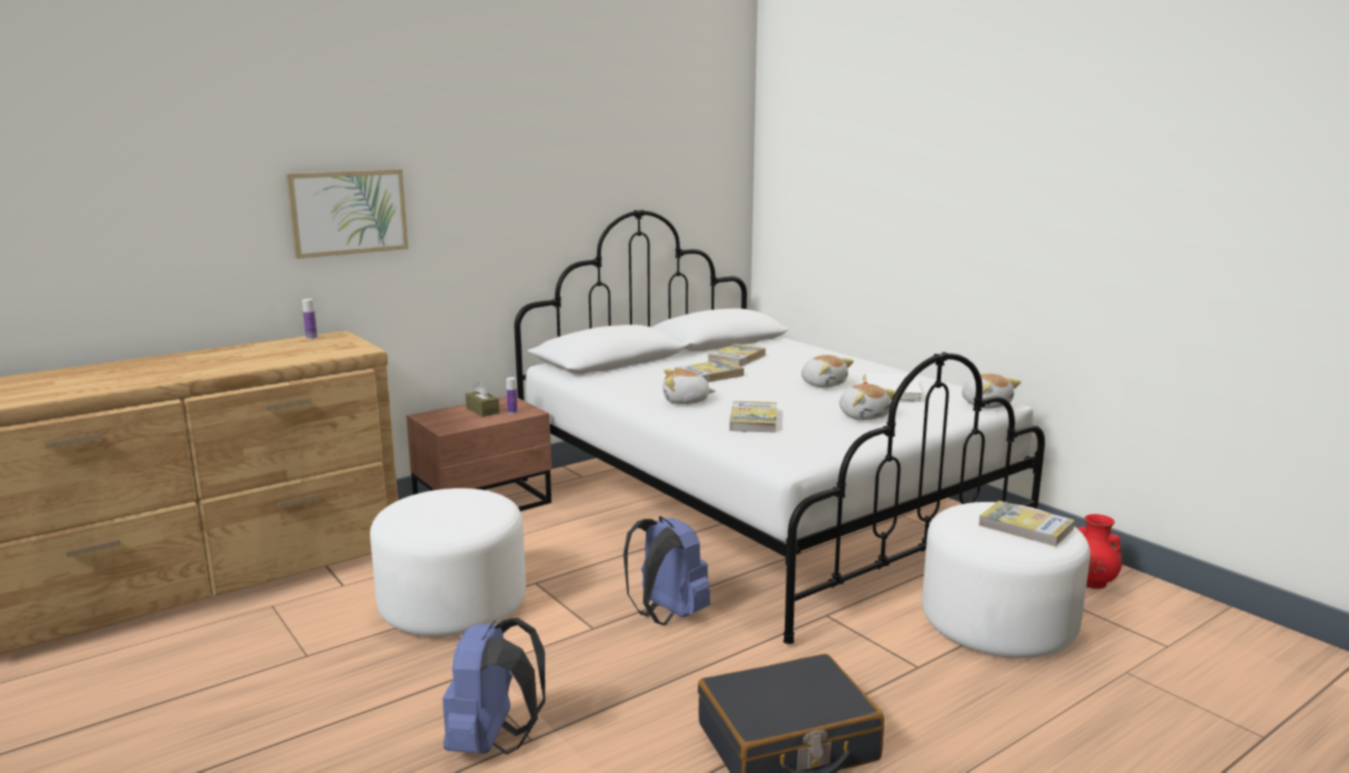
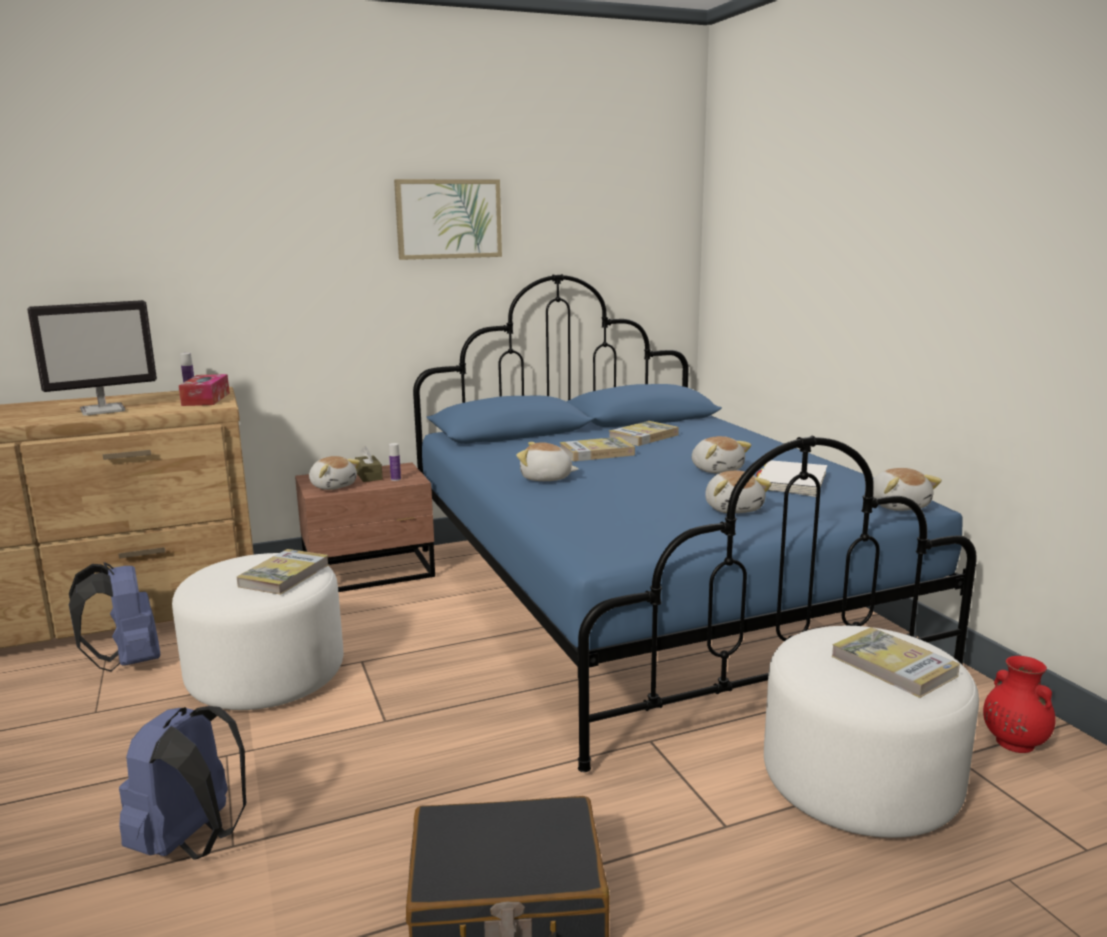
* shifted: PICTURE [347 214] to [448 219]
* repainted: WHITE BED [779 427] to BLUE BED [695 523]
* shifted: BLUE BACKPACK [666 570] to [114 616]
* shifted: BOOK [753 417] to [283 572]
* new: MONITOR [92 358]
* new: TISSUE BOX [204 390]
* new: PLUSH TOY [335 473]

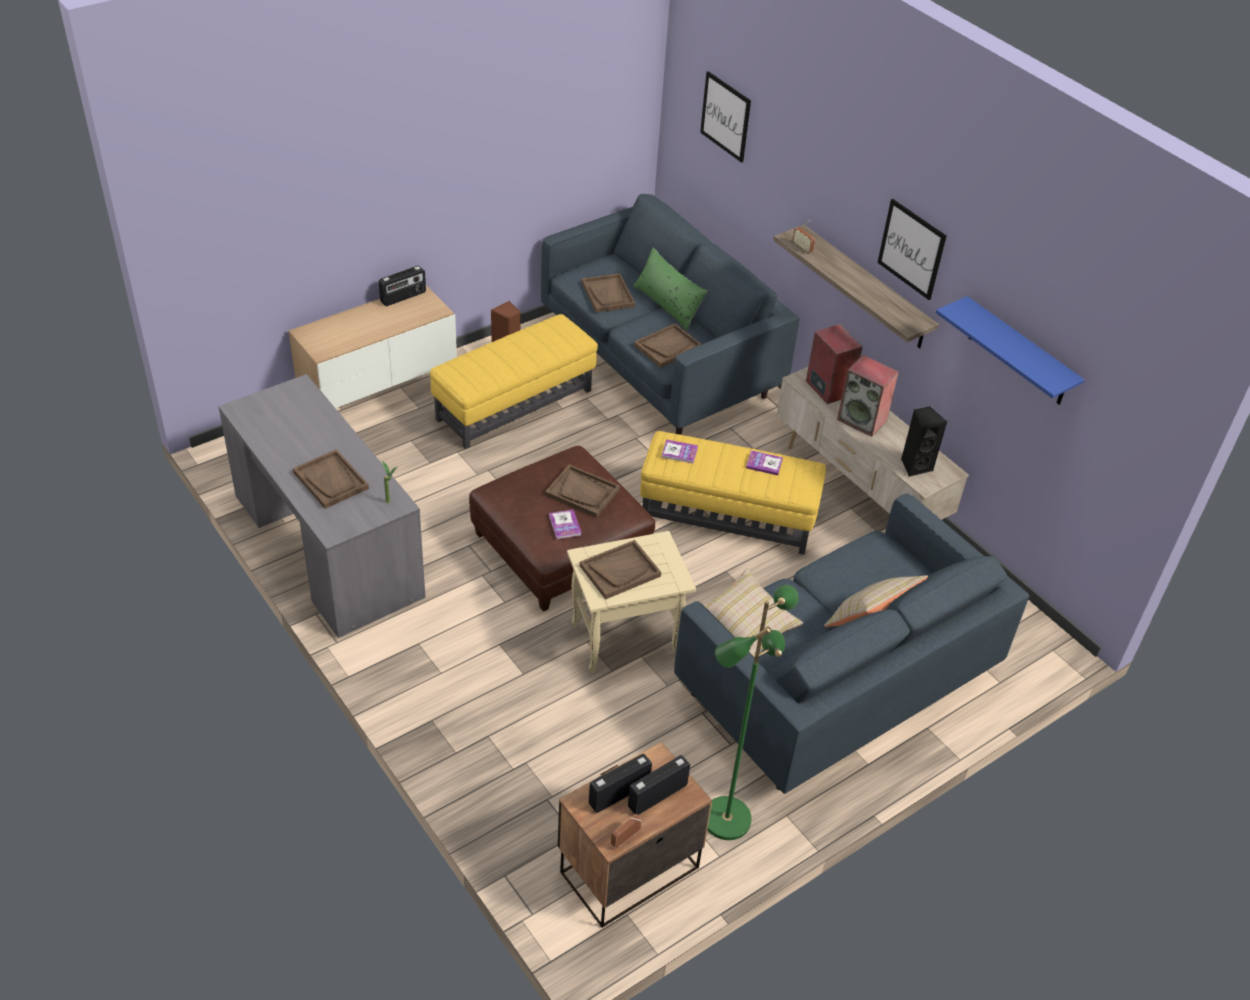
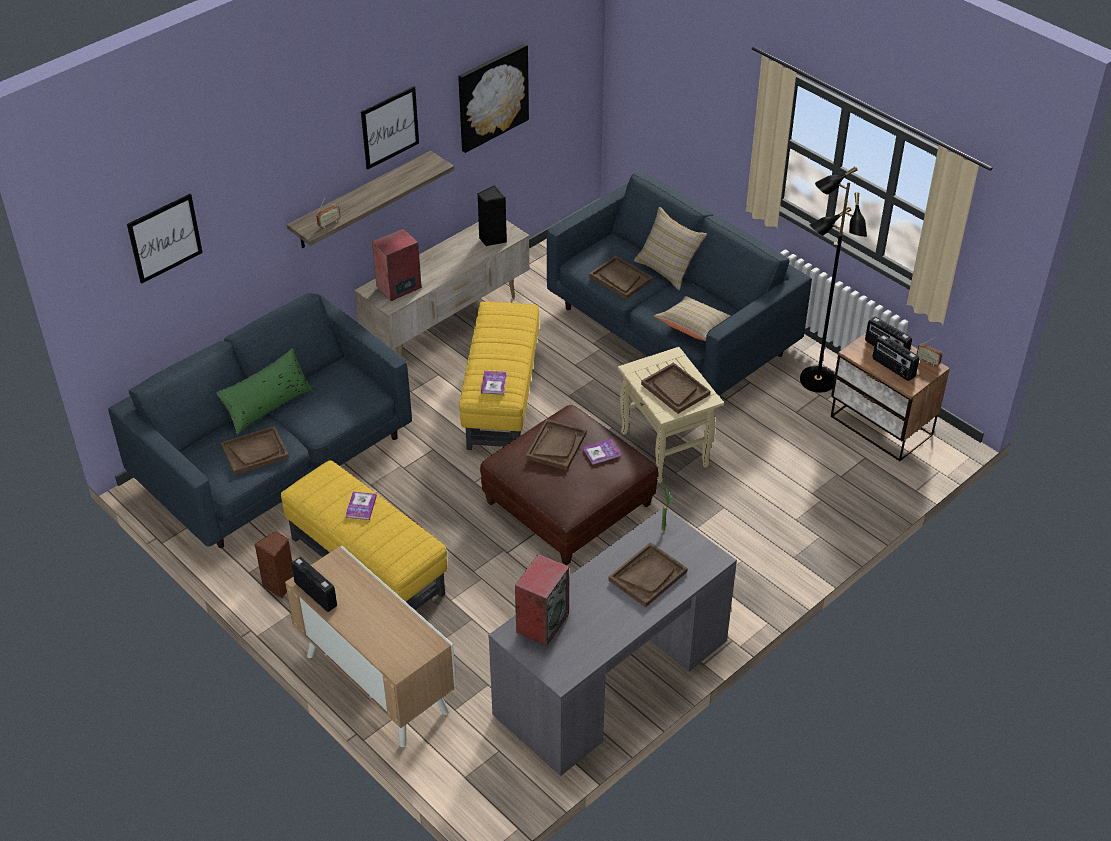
* shifted: BROWN TRAY [668 346] to [621 277]
* repainted: GREEN FLOOR LAMP [753 712] to BLACK FLOOR LAMP [833 279]
* shifted: BOOK [764 462] to [361 506]
* shifted: SPEAKER [868 396] to [542 600]
* swapped: BLUE SHELF [1010 350] to PICTURE [493 98]

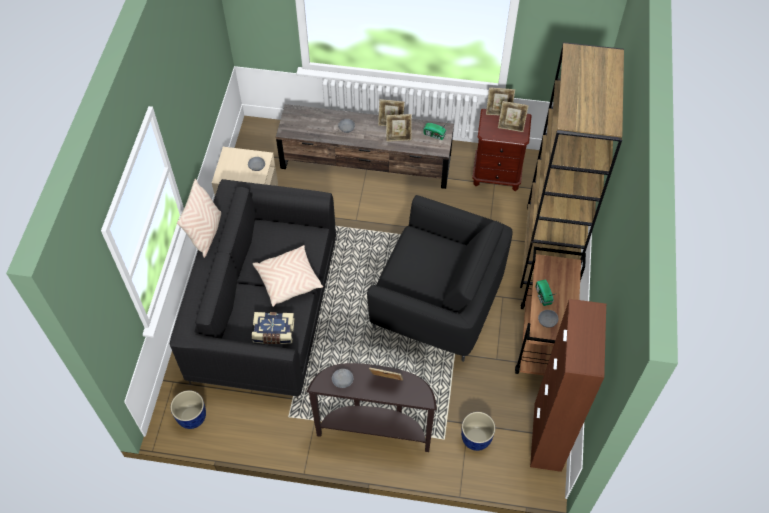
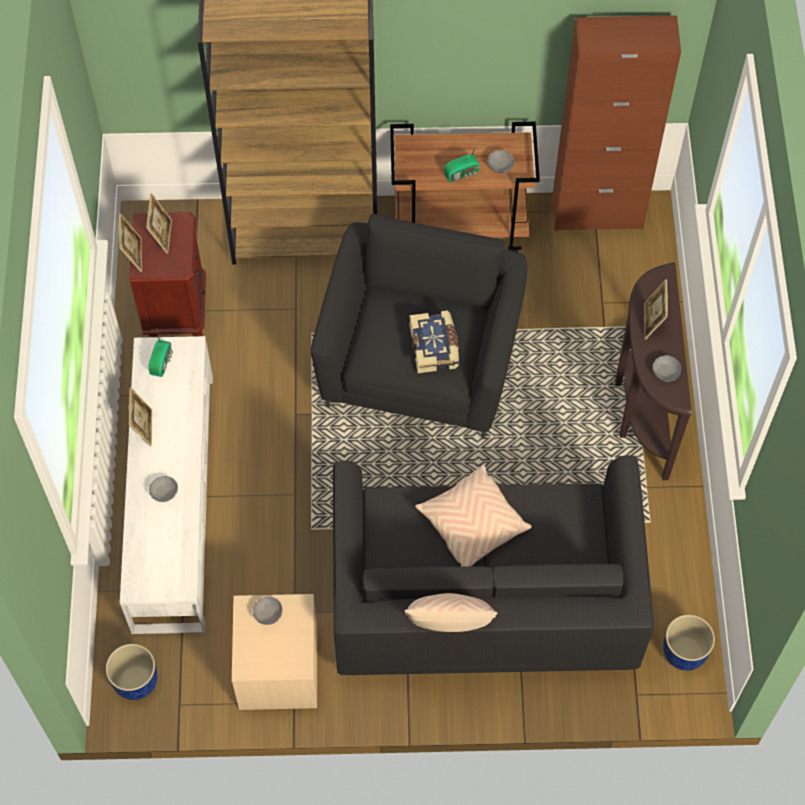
* shifted: BOOK [273 328] to [434 342]
* repainted: BROWN TV STAND [365 146] to WHITE TV STAND [166 485]
* gone: PICTURE FRAME [399 128]
* shifted: BLUE PLANTER [478 431] to [131 672]

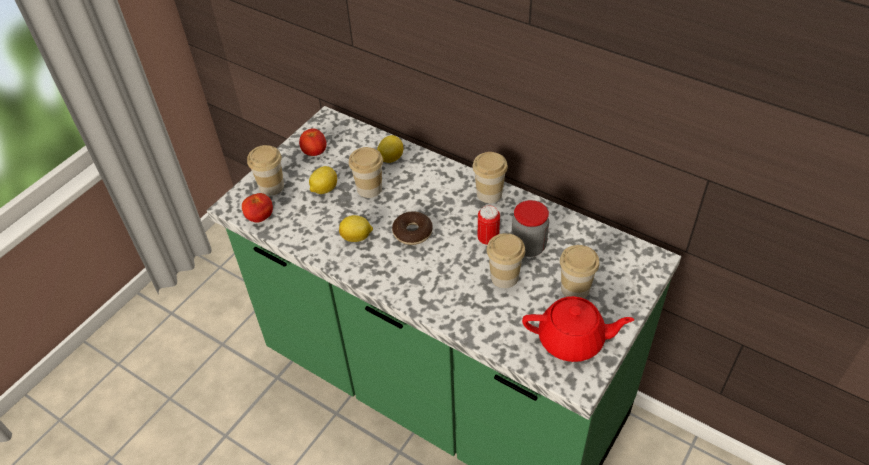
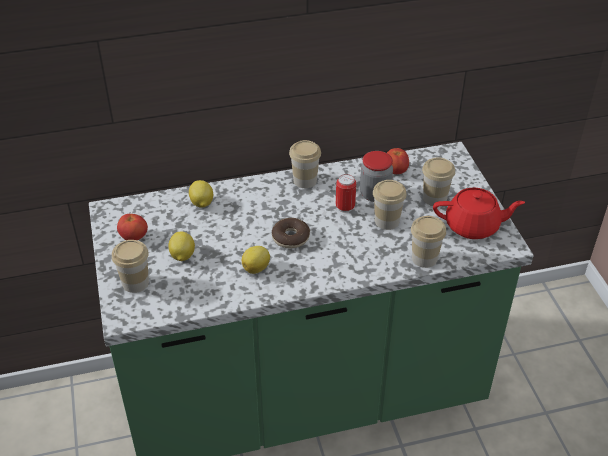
* shifted: TOMATO [257 207] to [398 161]
* shifted: CUP [366 172] to [428 242]
* rotated: RED TEAPOT [578 329] = [479 213] 45 degrees clockwise

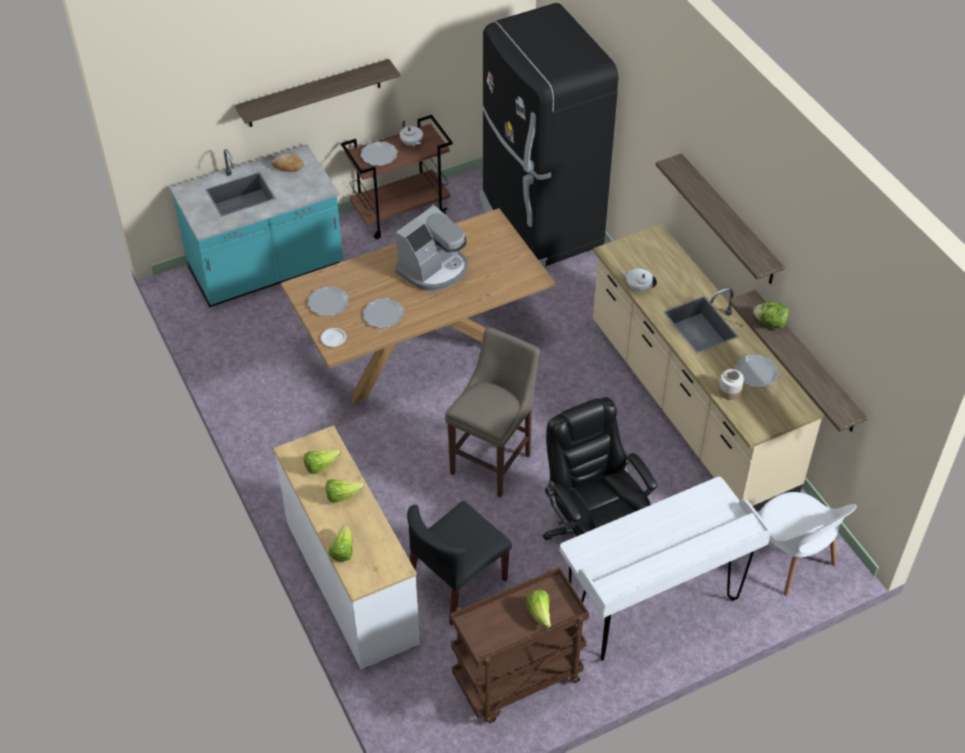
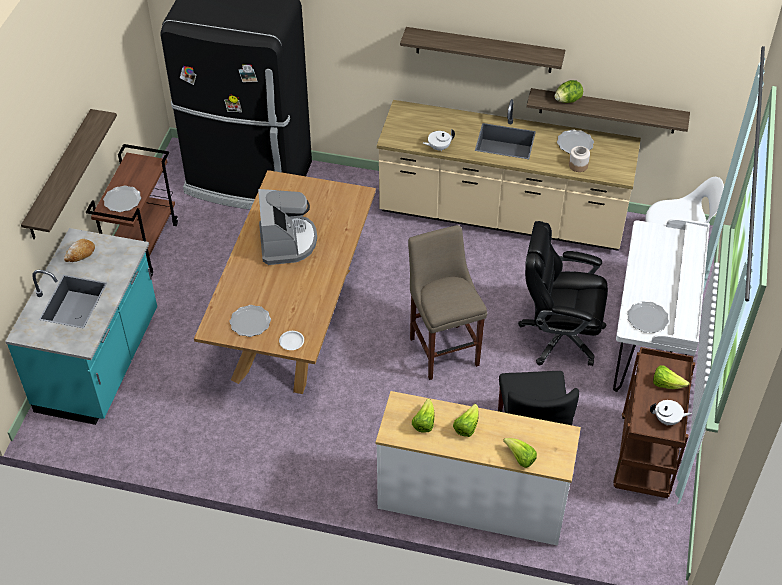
* shifted: PLATE [383 313] to [648 317]
* shifted: WHITE TEAPOT [411 133] to [671 413]

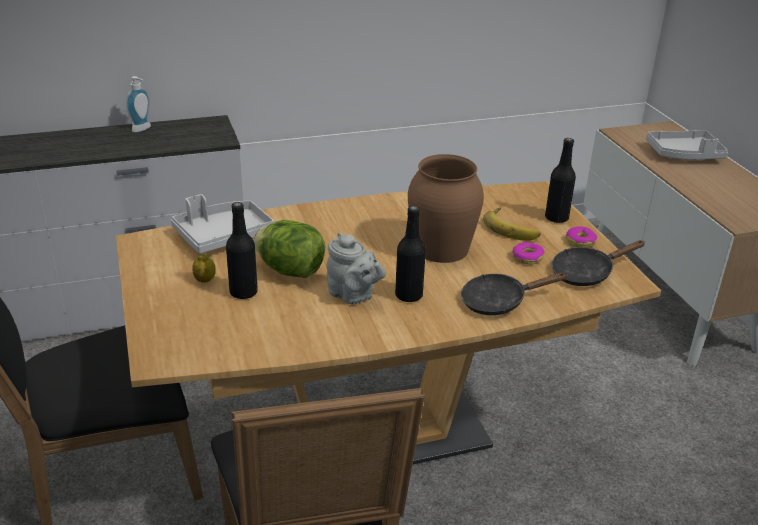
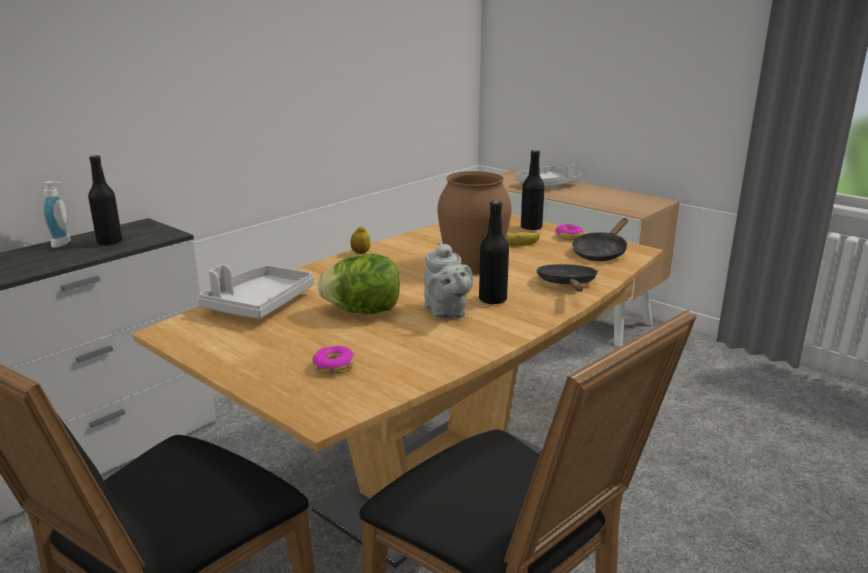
* shifted: LEMON [204 268] to [360 240]
* shifted: BLACK BOTTLE [242 250] to [105 200]
* rotated: GREY TEAPOT [356 268] = [448 280] 60 degrees clockwise
* rotated: BLACK FRYING PAN [514 294] = [567 277] 135 degrees clockwise
* shifted: DONUT [528 253] to [333 360]

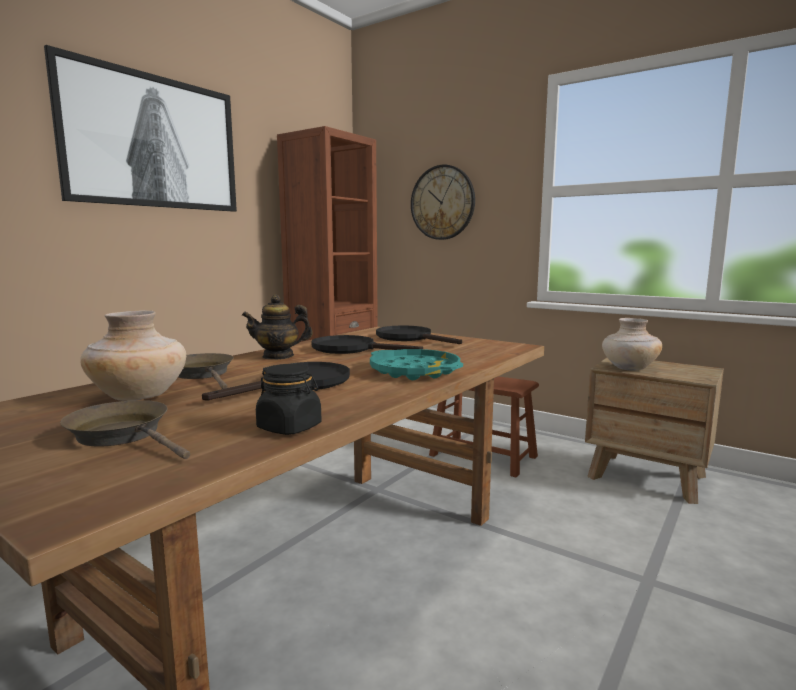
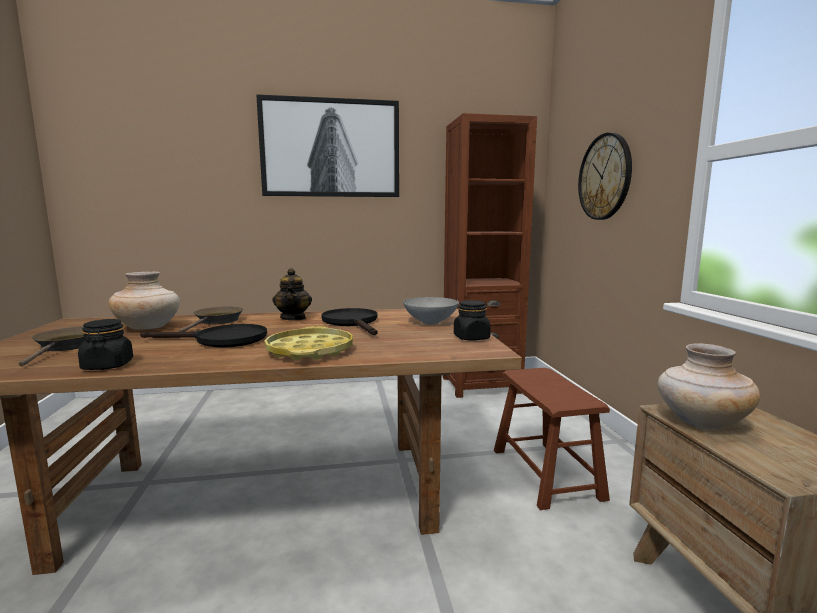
* rotated: TEAPOT [277 327] = [292 294] 135 degrees counterclockwise
* repainted: TURQUOISE TRAY [416 364] to YELLOW TRAY [309 343]
* swapped: BLACK FRYING PAN [419 335] to GREY BOWL [431 310]
* new: BLACK JAR [472 320]

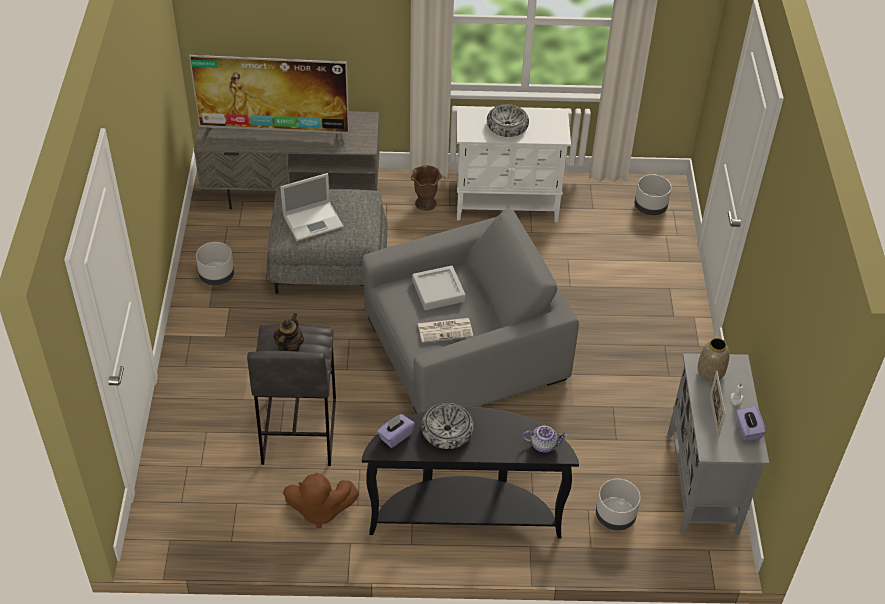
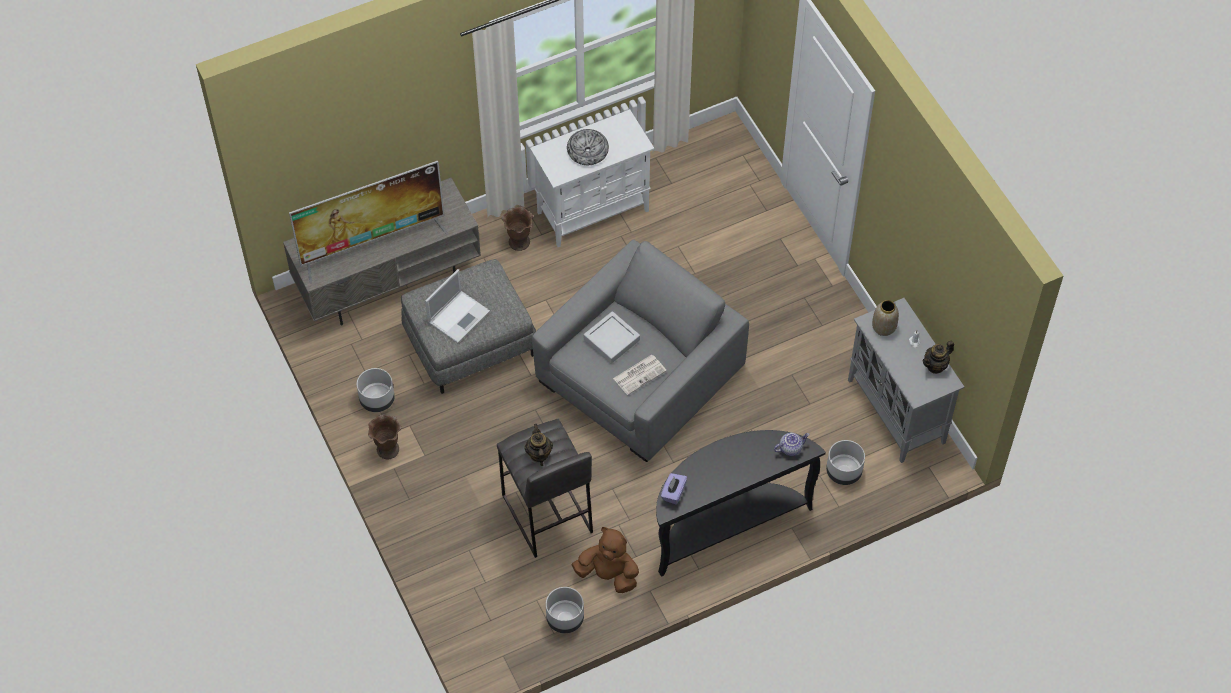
* rotated: BROWN PLUSH TOY [321 500] = [605 560] 135 degrees counterclockwise
* gone: BOWL [447 426]
* shifted: GREY PLANTER [653 195] to [565 610]
* gone: PICTURE FRAME [718 404]
* swapped: PURPLE TISSUE BOX [751 423] to TEAPOT [938 357]
* new: BROWN VASE [384 436]

